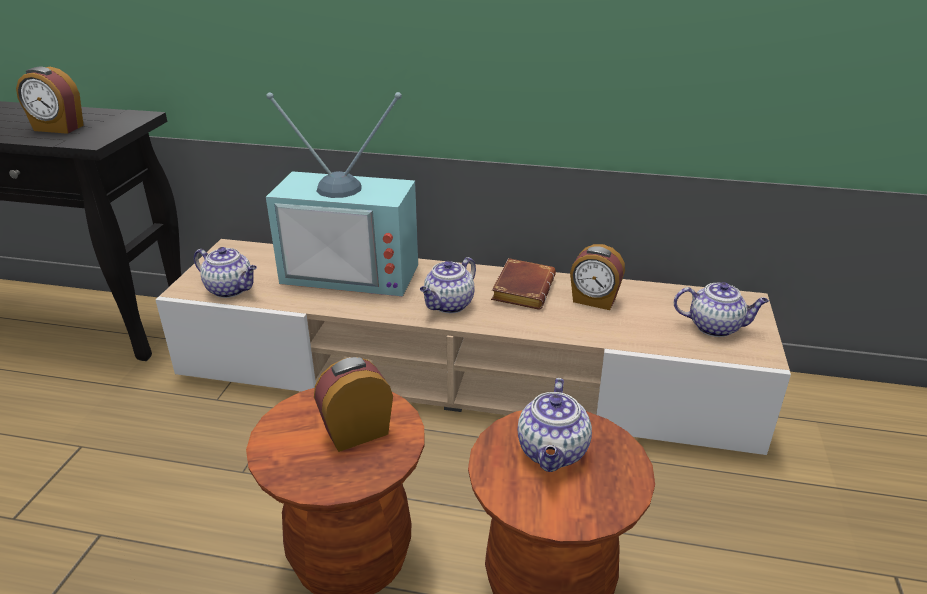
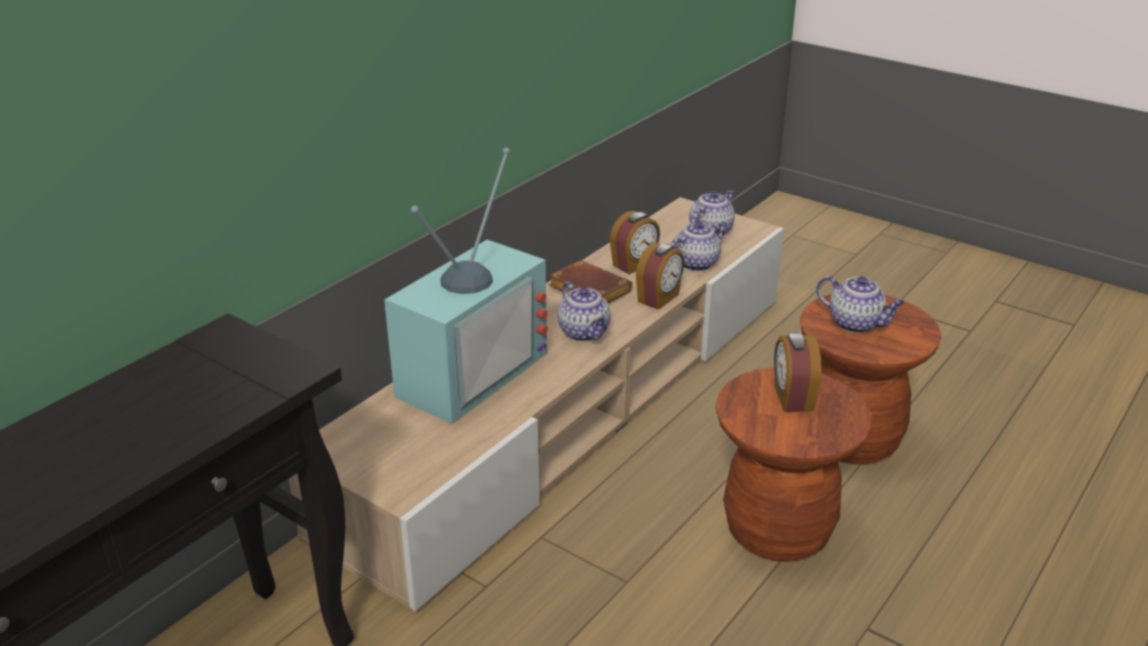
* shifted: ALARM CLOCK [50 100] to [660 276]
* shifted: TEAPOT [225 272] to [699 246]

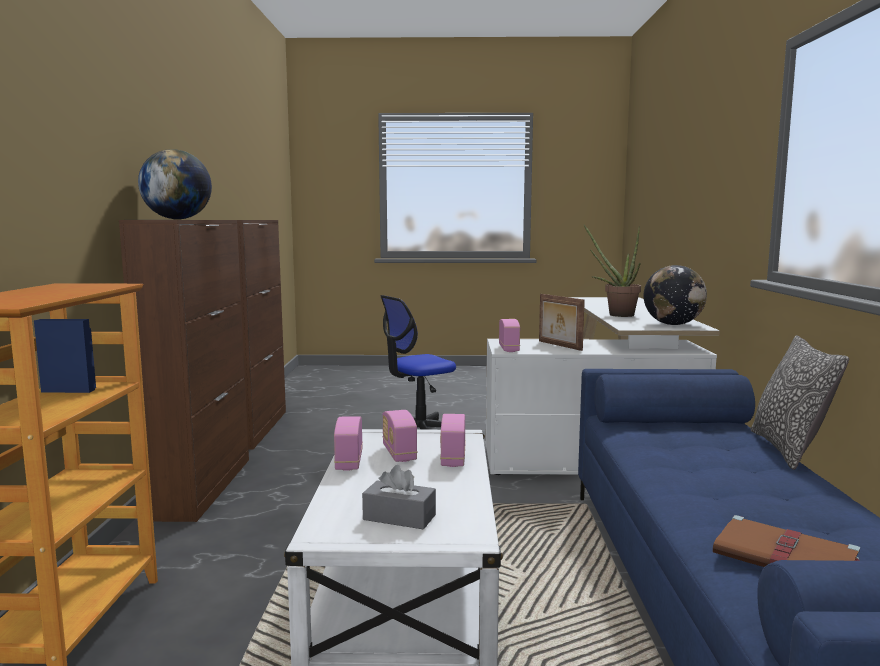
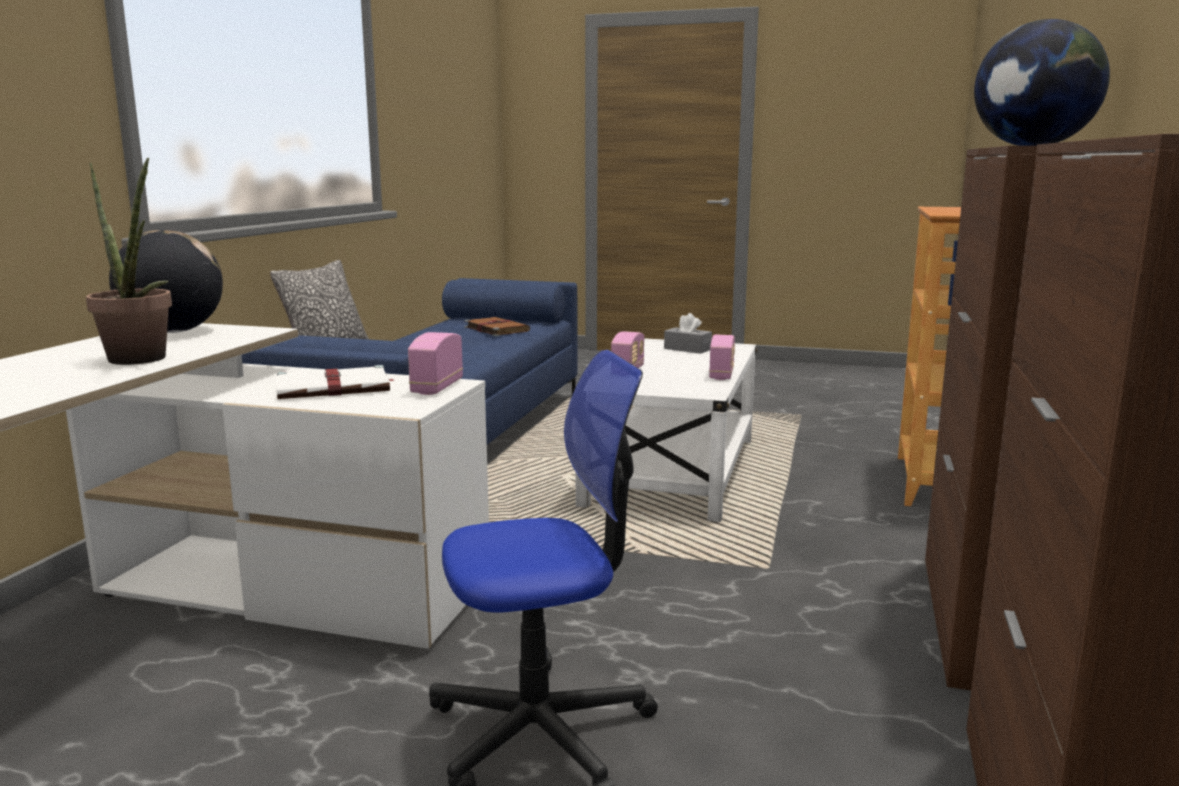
* gone: RADIO [400 436]
* swapped: PICTURE FRAME [562 322] to WHITE BOOK [336 382]

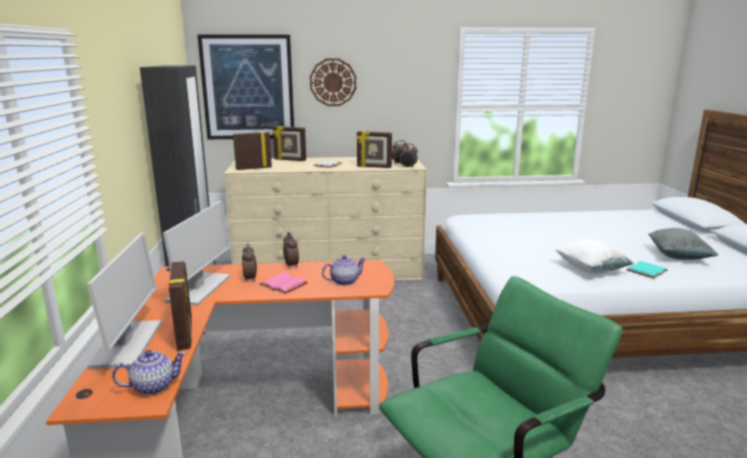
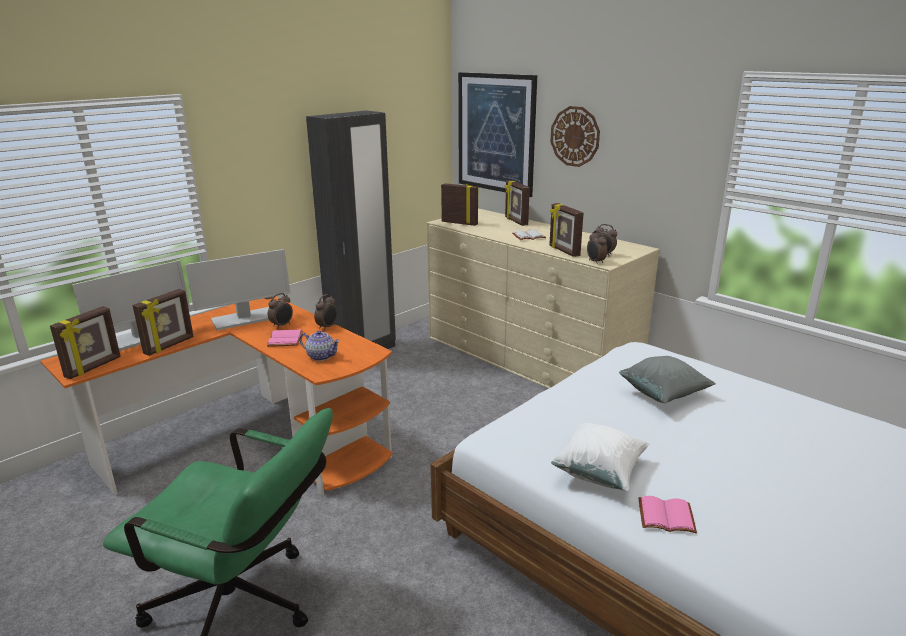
* swapped: TEAPOT [149 372] to PICTURE FRAME [85 342]
* repainted: TURQUOISE BOOK [647 269] to PINK BOOK [667 514]
* shifted: GREY PILLOW [683 244] to [667 379]

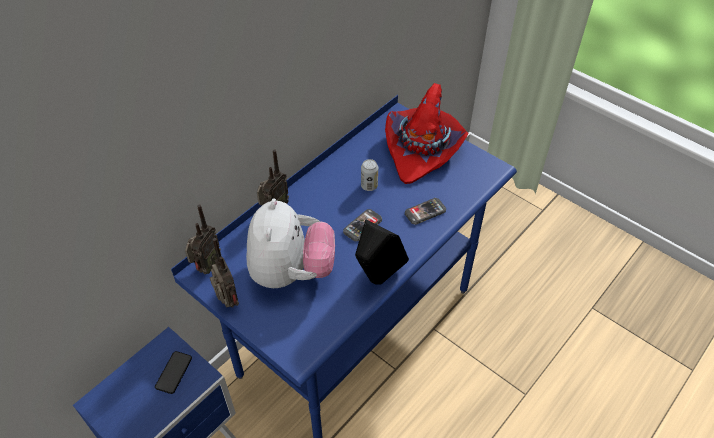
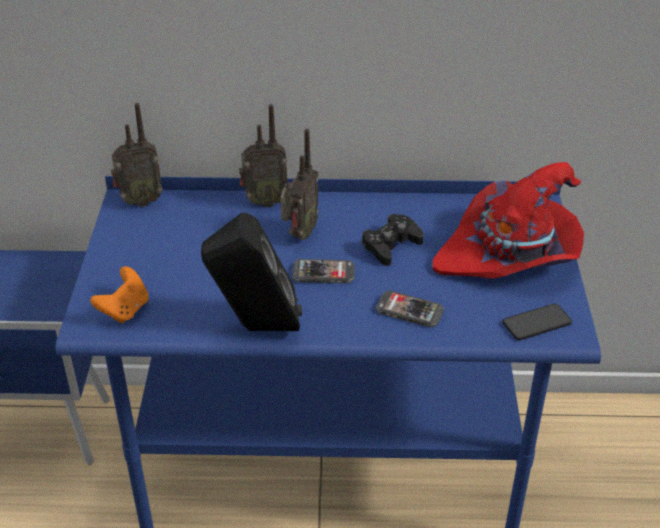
* shifted: PHONE [173 372] to [537 322]
* shifted: RADIO [224 273] to [299 184]
* gone: PLUSH TOY [290 243]
* swapped: CAN [369 175] to BLACK GAME CONTROLLER [392 240]
* new: ORANGE GAME CONTROLLER [119 295]

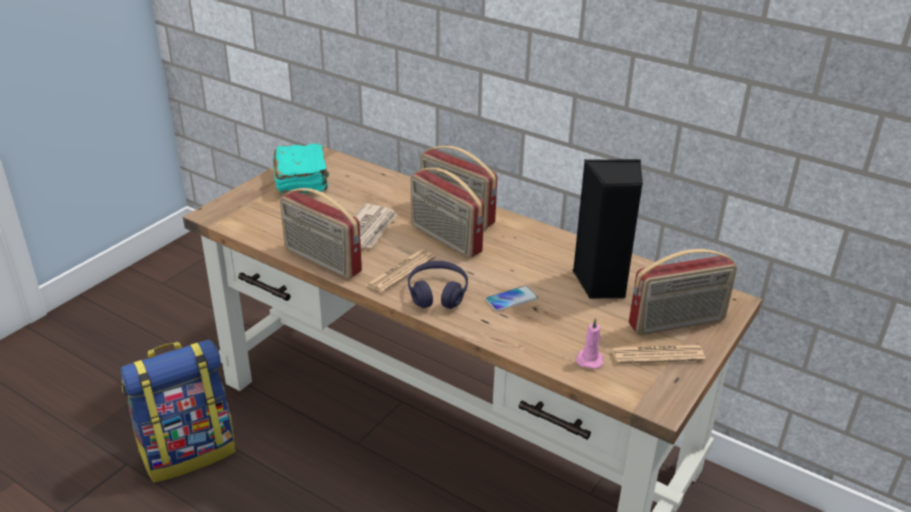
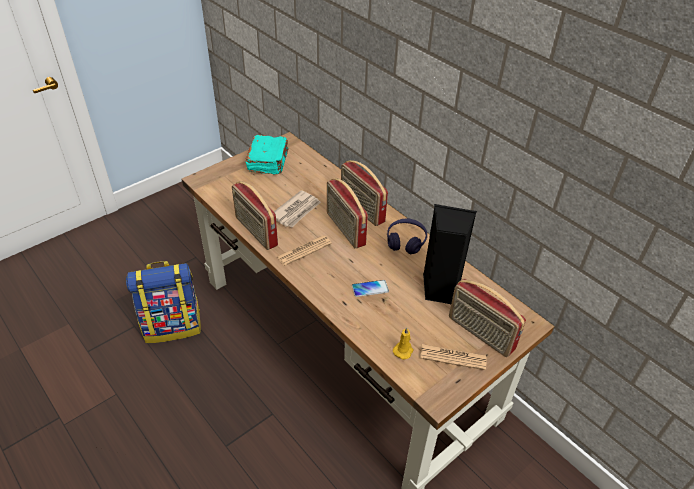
* shifted: PURPLE HEADPHONES [438 285] to [407 236]
* repainted: PINK CANDLE [589 343] to YELLOW CANDLE [403 343]
* rotated: RADIO [683 292] = [487 318] 45 degrees clockwise

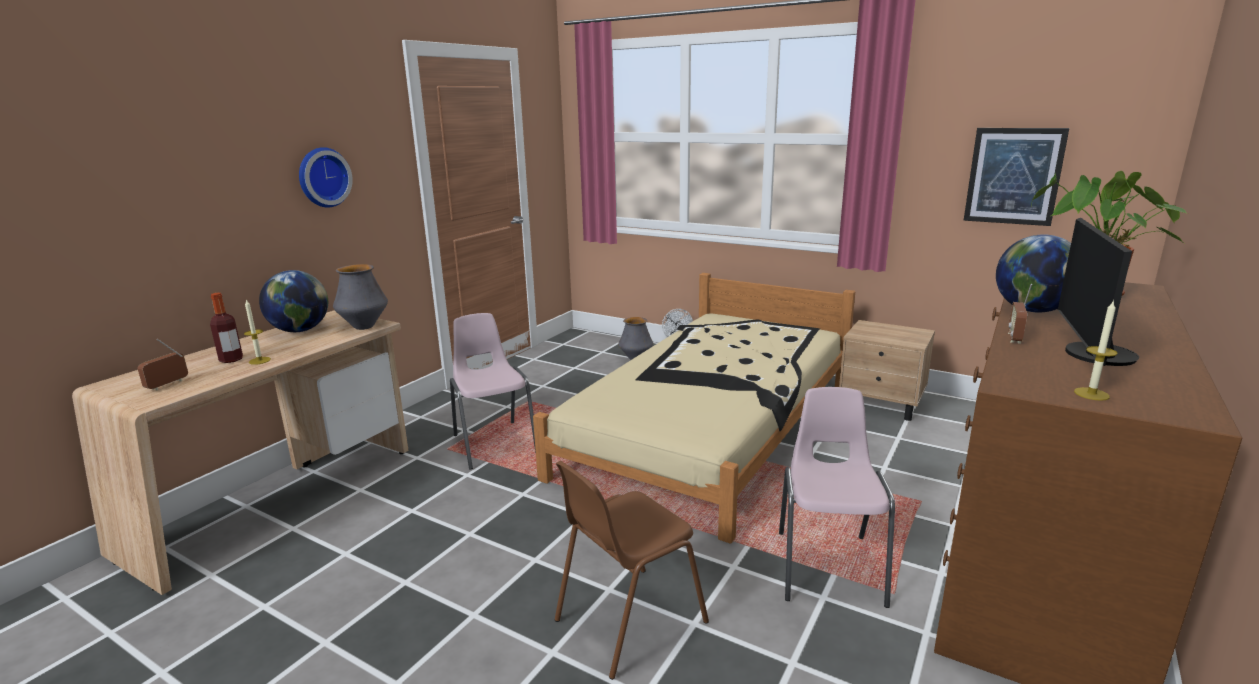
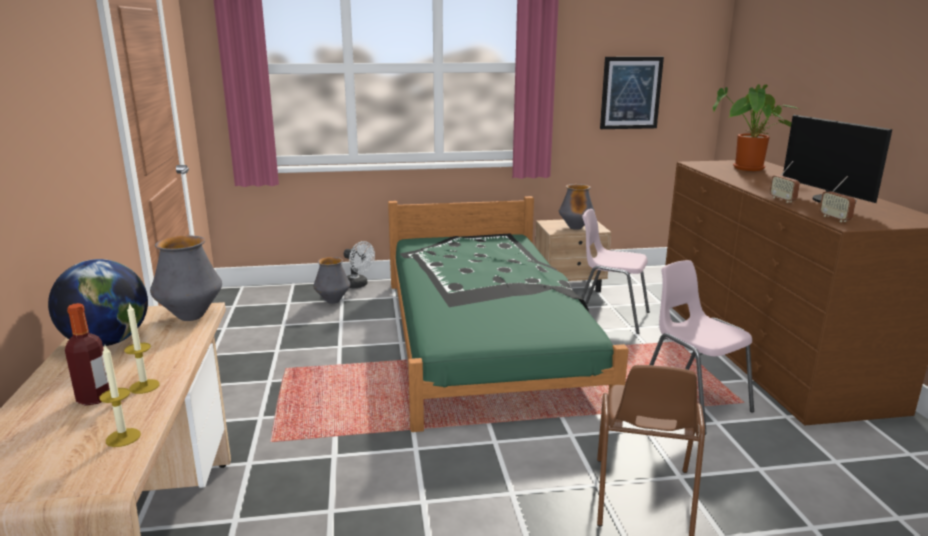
* shifted: RADIO [162 365] to [837 199]
* gone: WALL CLOCK [326 177]
* shifted: PINK CHAIR [493 391] to [615 271]
* repainted: BEIGE BED [694 408] to GREEN BED [508 314]
* gone: GLOBE [1033 273]
* shifted: CANDLE [1095 350] to [120 396]
* new: VASE [577 207]

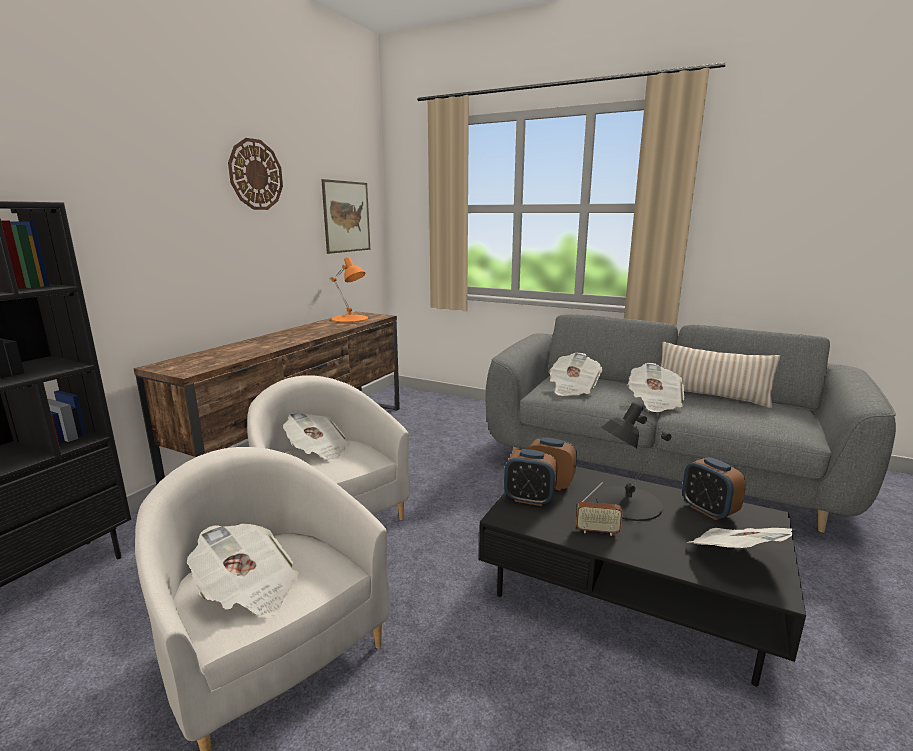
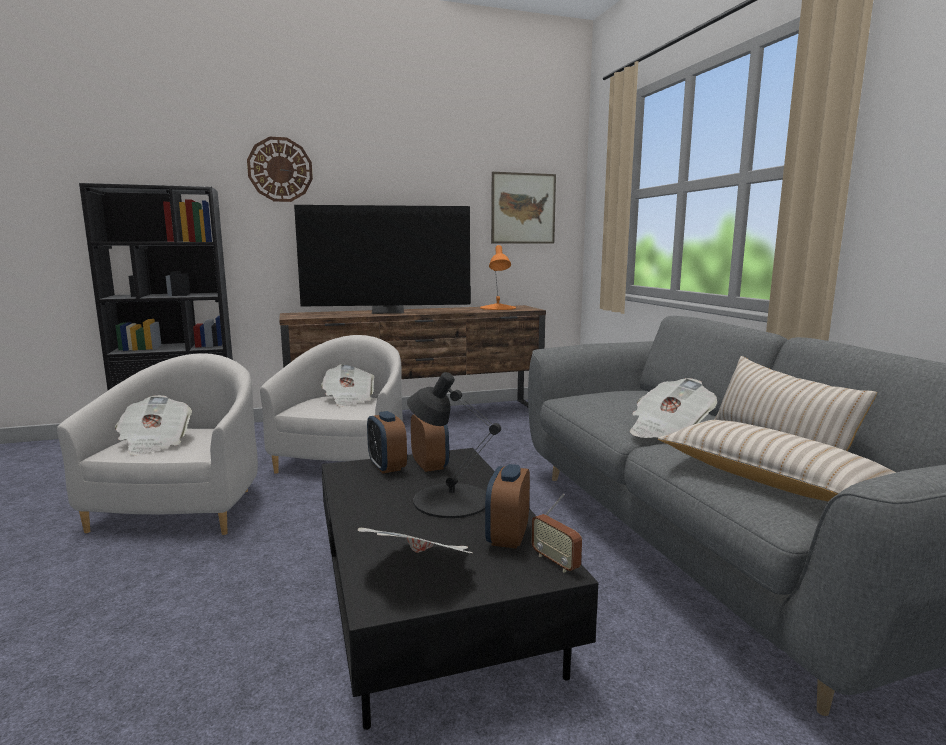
* shifted: WALL CLOCK [255 174] to [280 169]
* gone: NEWSPAPER [576 374]
* shifted: RADIO [599 509] to [557 533]
* new: TELEVISION [382 259]
* new: BEIGE PILLOW [777 461]

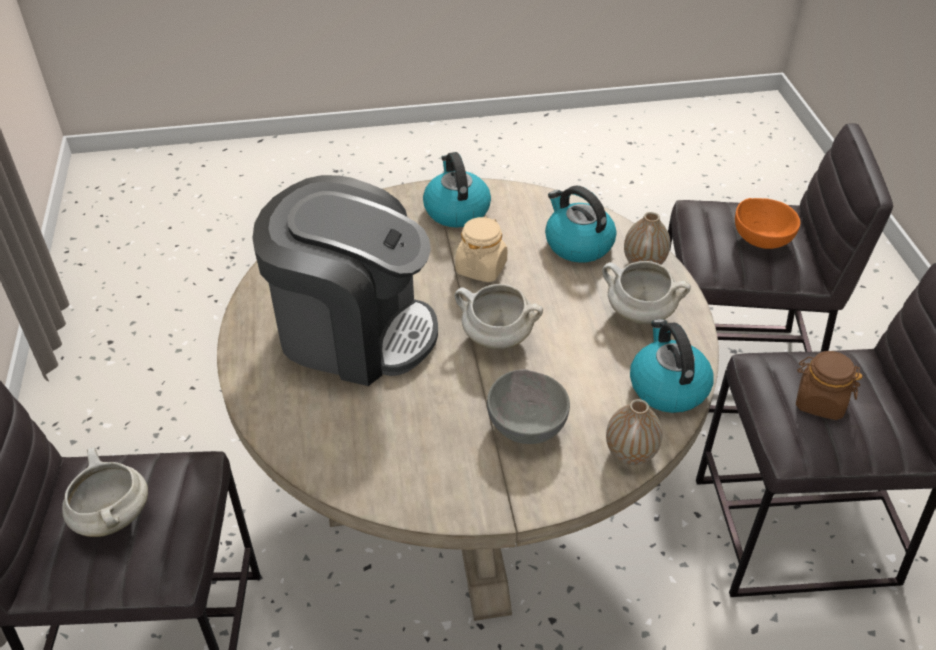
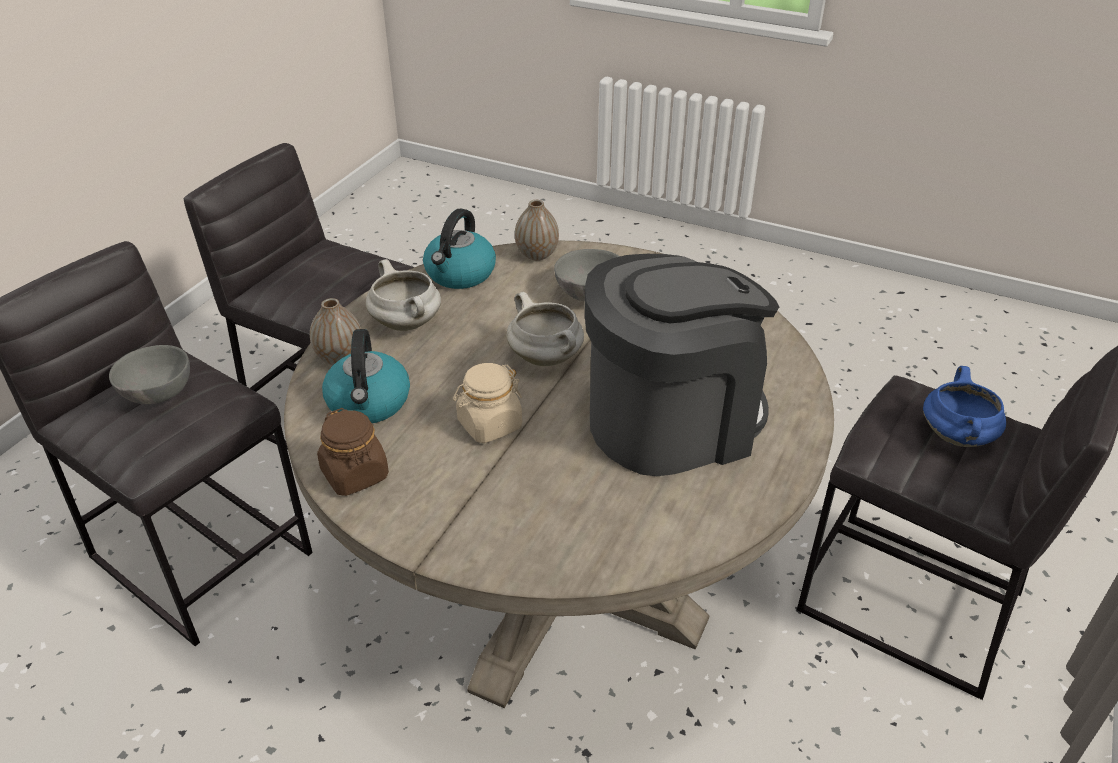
* repainted: WHITE COOKING POT [105 492] to BLUE COOKING POT [964 406]
* rotated: COFFEE MACHINE [345 280] = [682 365] 105 degrees clockwise
* gone: KETTLE [457 190]
* repainted: ORANGE BOWL [767 223] to GREY BOWL [149 374]
* shifted: BROWN JAR [829 385] to [353 452]

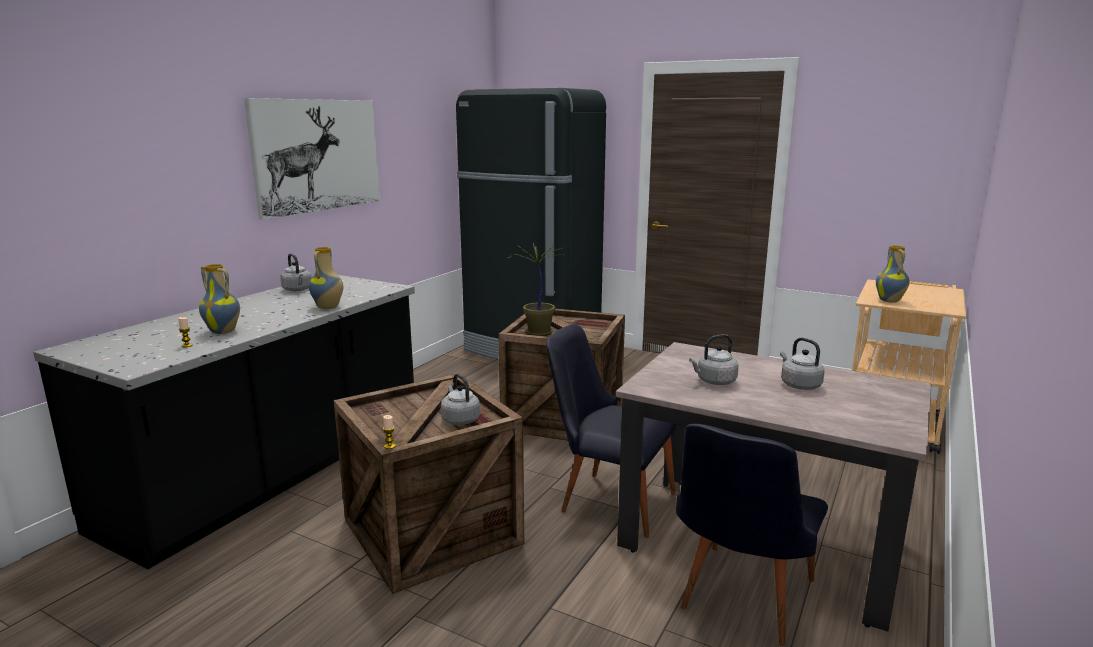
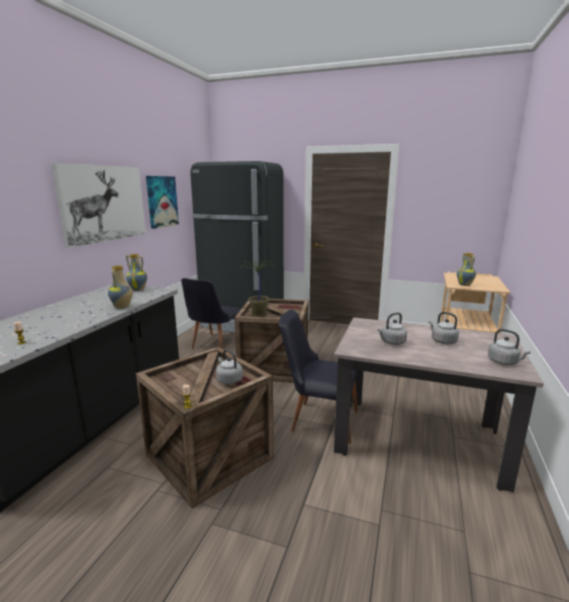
* shifted: VASE [219 299] to [136 272]
* shifted: GREY KETTLE [296 272] to [509 347]
* shifted: BLACK CHAIR [752 535] to [211 313]
* new: PICTURE [162 202]

